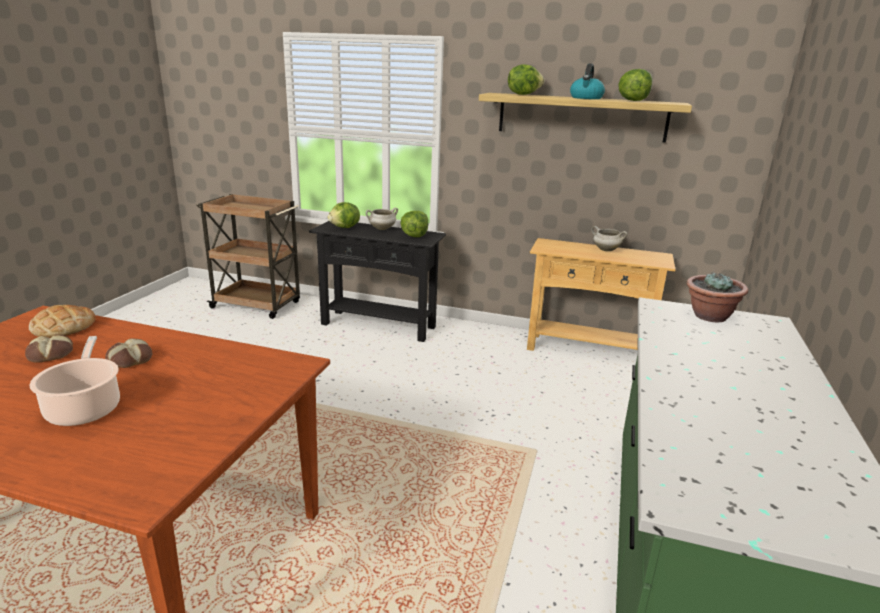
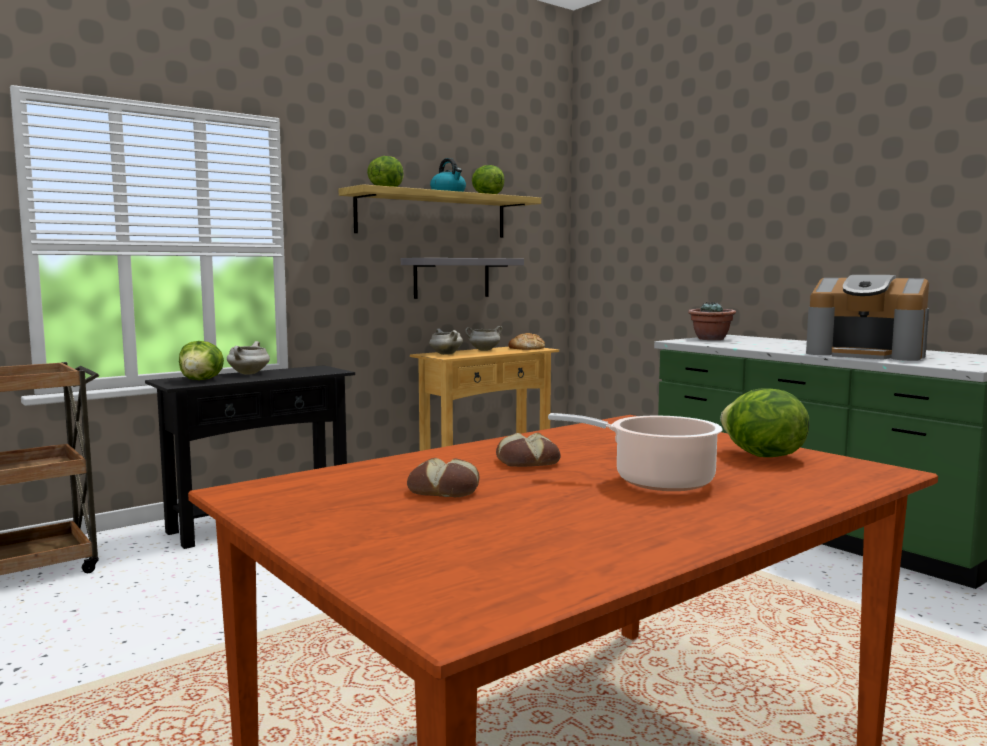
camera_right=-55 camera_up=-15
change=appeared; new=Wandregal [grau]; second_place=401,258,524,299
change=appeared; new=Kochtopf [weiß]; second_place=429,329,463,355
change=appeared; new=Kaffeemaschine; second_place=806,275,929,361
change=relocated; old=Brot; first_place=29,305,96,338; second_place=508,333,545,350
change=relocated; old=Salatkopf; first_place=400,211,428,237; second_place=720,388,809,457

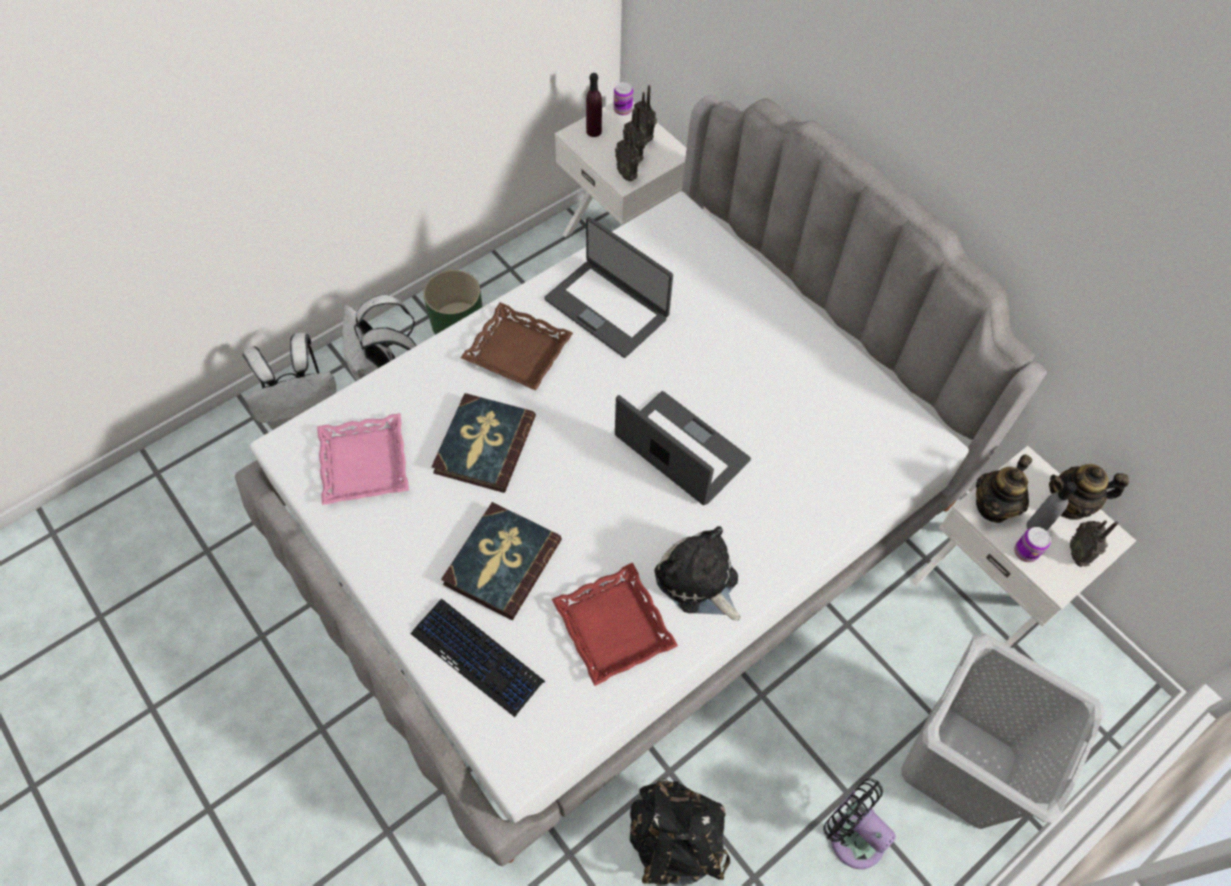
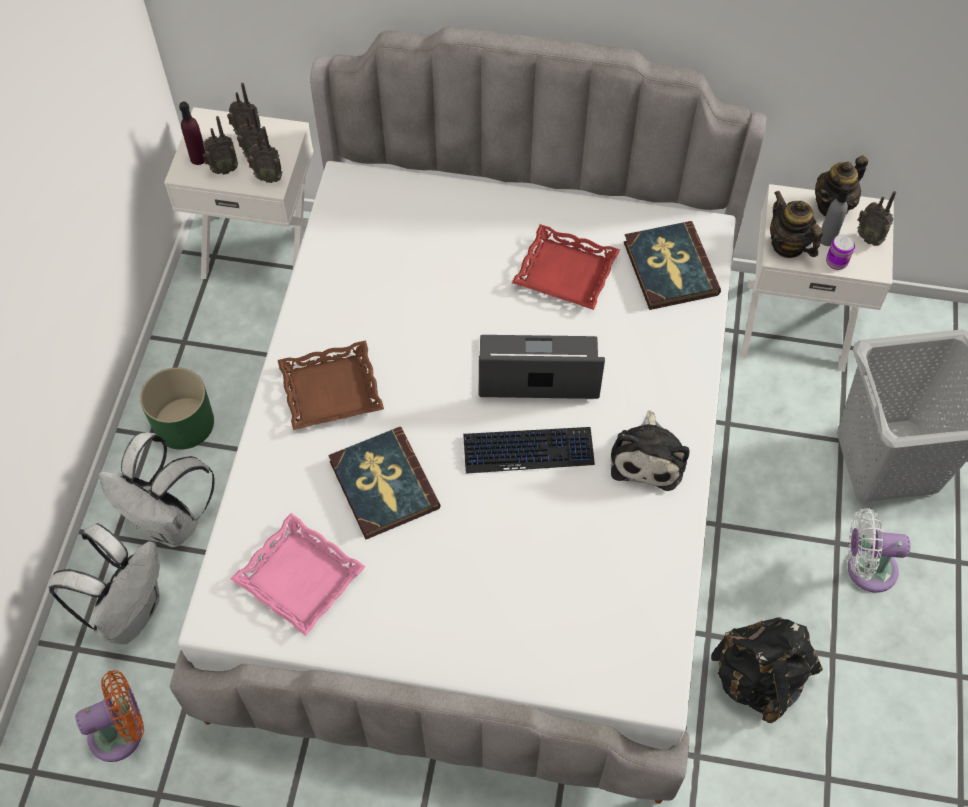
camera_right=-40 camera_up=0
change=missing; old=Laptop; first_place=544,217,673,358
change=missing; old=Dose; first_place=614,82,633,115
change=appeared; new=Ventilator [orange]; second_place=75,670,144,762
change=appeared; new=Radio; second_place=203,116,238,175
change=relocated; old=Tastatur; first_place=411,599,545,717; second_place=463,427,595,474
change=relocated; old=Buch; first_place=441,502,562,620; second_place=624,221,721,310
change=relocated; old=Tablett [rot]; first_place=552,563,678,686; second_place=512,224,620,310
change=colour; old=Ventilator [schwarz]; new=Ventilator [weiß]; first_place=823,778,896,869; second_place=848,508,911,593
change=spun; old=Plüschtier; first_place=655,526,741,621; second_place=611,410,690,491; degrees=-90
change=spun; old=Teekanne; first_place=976,454,1032,523; second_place=770,191,823,258; degrees=150

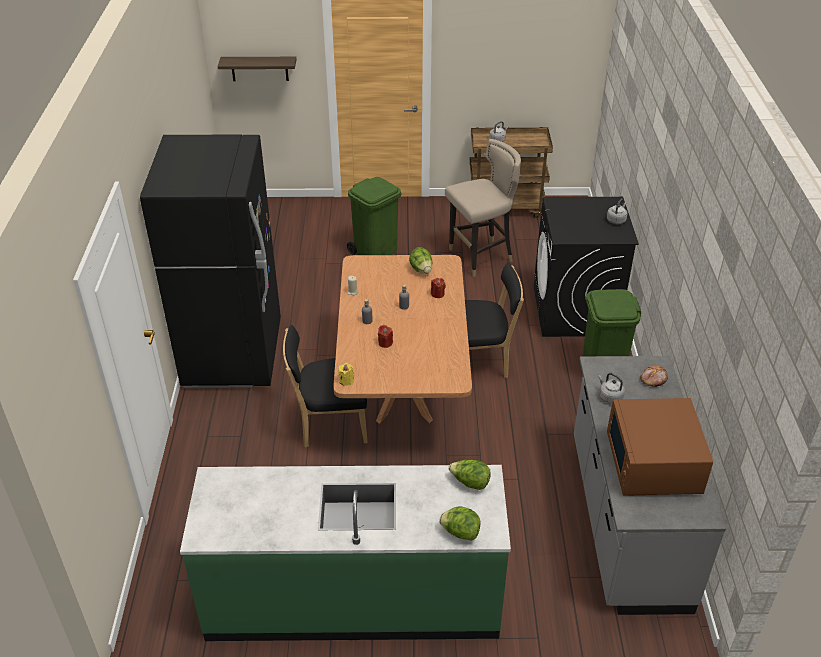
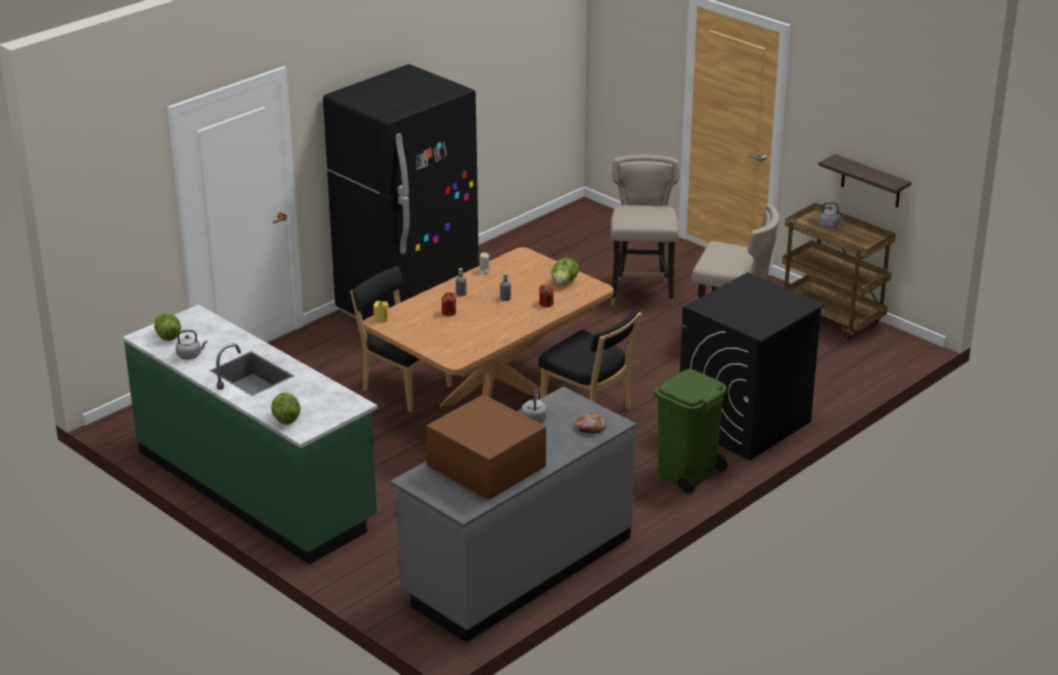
camera_right=45 camera_up=-10
change=relocated; old=Wandregal; first_place=217,57,297,81; second_place=818,154,912,208
change=relocated; old=Salatkopf; first_place=449,459,491,490; second_place=154,313,181,341
change=relocated; old=Wasserkessel [grau]; first_place=607,199,627,224; second_place=176,330,207,360
change=exchanged; old=Mülleimer [grün]; new=Hocker [beige]; first_place=347,177,401,255; second_place=611,155,679,307
change=spun; old=Mikrowelle [braun]; first_place=607,398,713,496; second_place=426,394,546,500; degrees=90

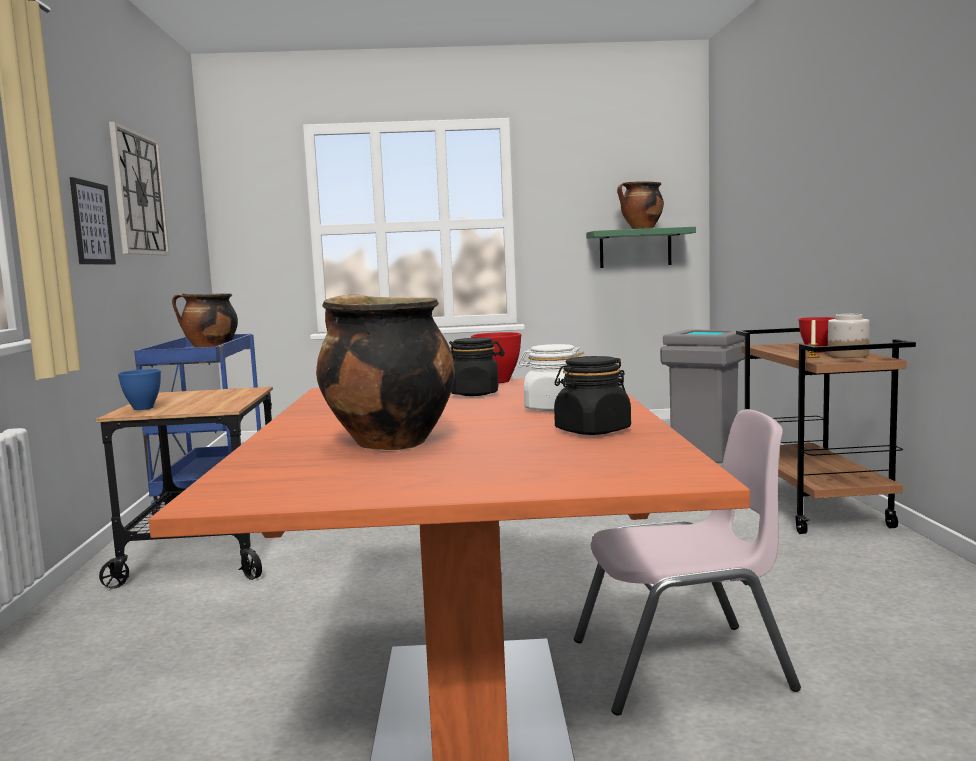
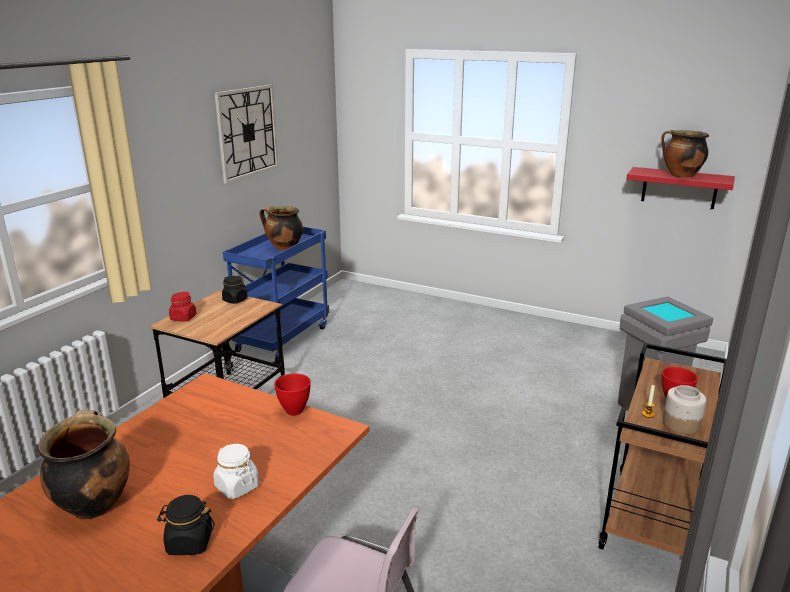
camera_right=30 camera_up=15
change=missing; old=Bild; first_place=70,177,116,264
change=relocated; old=Vorratsglas [schwarz]; first_place=449,338,505,396; second_place=222,276,248,304
change=exchanged; old=Schüssel [blau]; new=Vorratsglas [rot]; first_place=118,369,161,410; second_place=169,292,197,321
change=colour; old=Wandregal [grün]; new=Wandregal [rot]; first_place=586,227,696,268; second_place=626,167,735,209

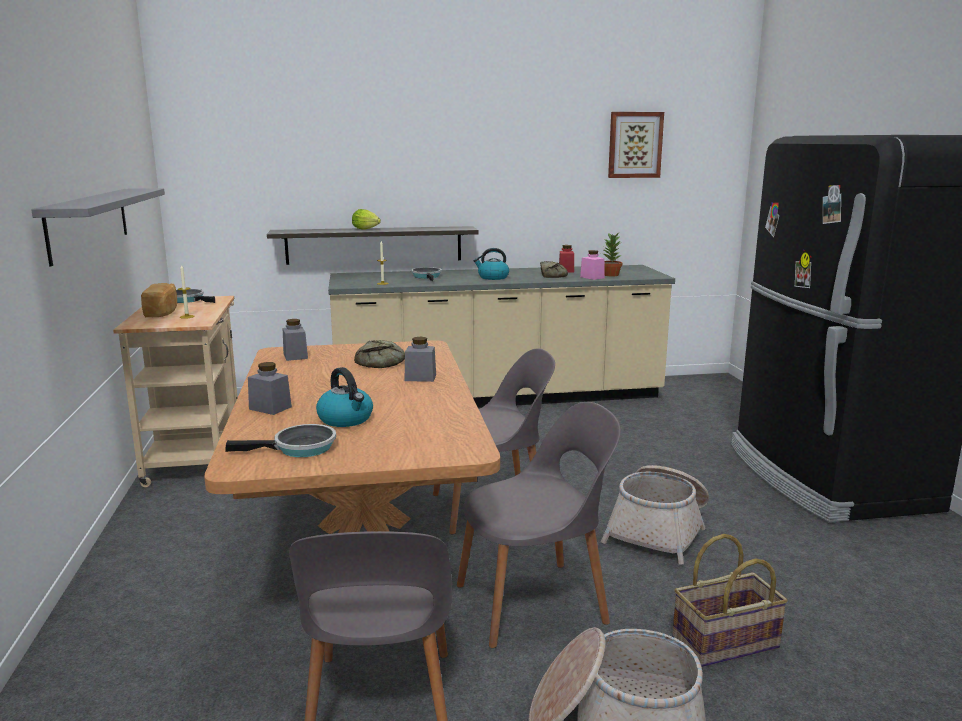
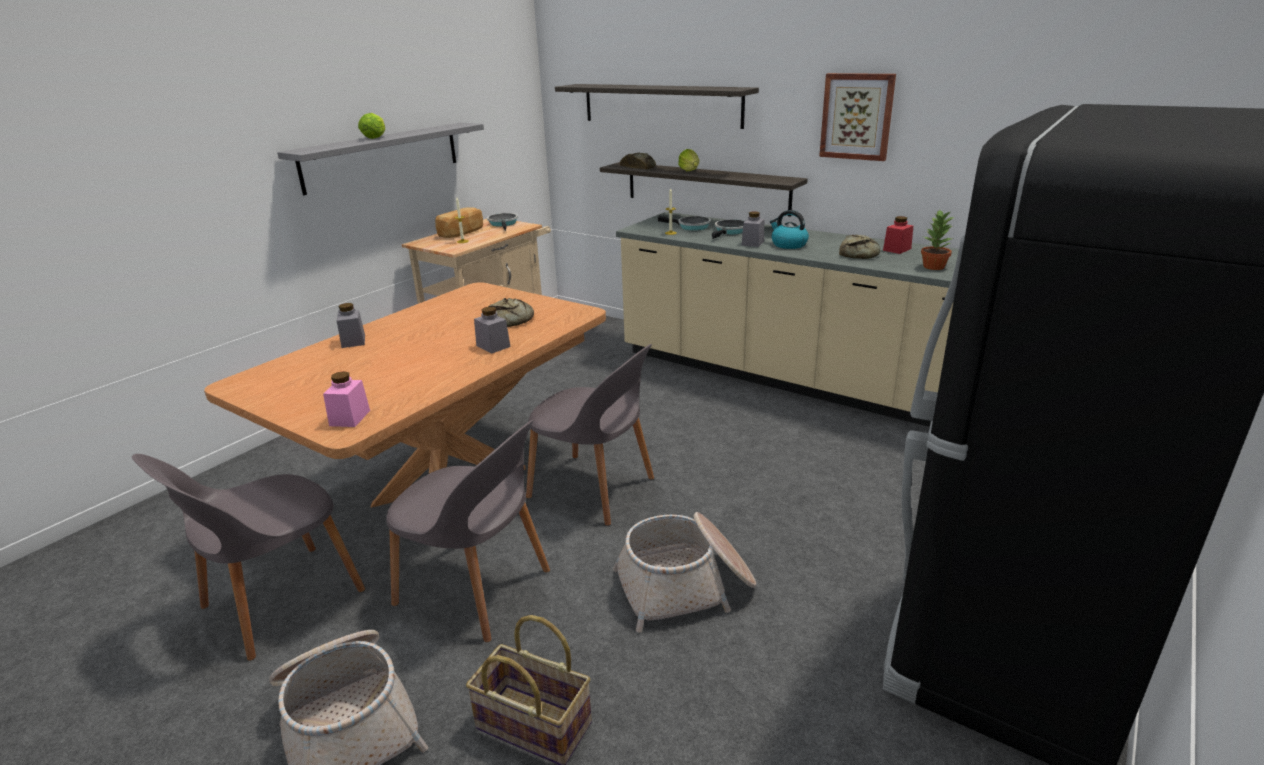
camera_right=45 camera_up=10
change=missing; old=Wasserkessel; first_place=316,367,373,427
change=appeared; new=Salatkopf; second_place=358,113,385,139
change=appeared; new=Wandregal; second_place=555,84,759,129
change=appeared; new=Brot; second_place=620,153,656,169
change=relocated; old=Pfanne; first_place=225,424,336,457; second_place=658,216,711,231
change=relocated; old=Vorratsglas [grau]; first_place=283,319,308,361; second_place=742,211,764,247
change=relocated; old=Vorratsglas [rosa]; first_place=580,250,604,280; second_place=323,371,370,427
change=relocated; old=Bild; first_place=608,112,664,178; second_place=819,73,896,161

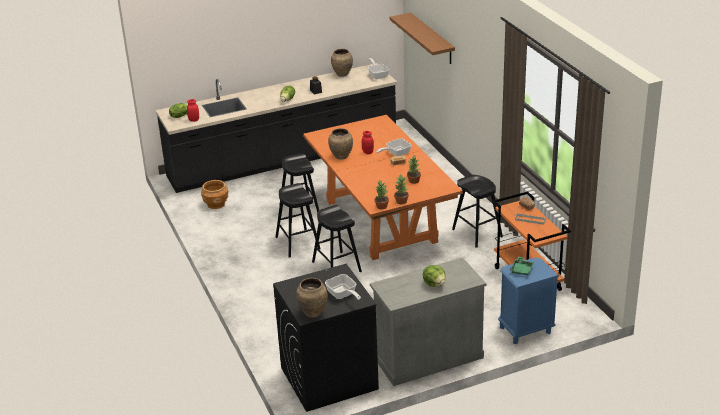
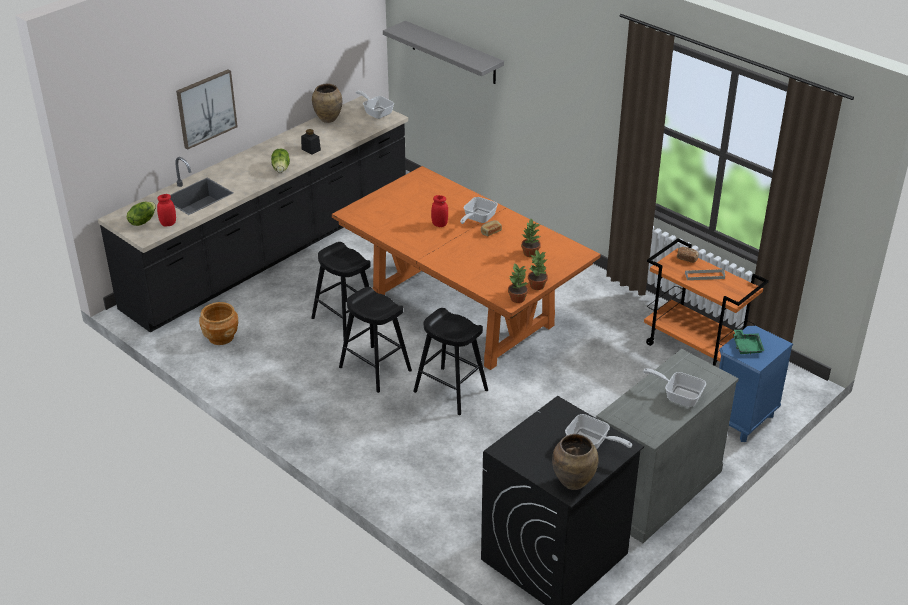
camera_right=-25 camera_up=5
change=missing; old=Vase [braun]; first_place=328,128,353,160
change=missing; old=Hocker [schwarz]; first_place=452,175,503,248
change=appeared; new=Bild; second_place=176,69,238,150
change=exchanged; old=Salatkopf; new=Pfanne; first_place=423,265,446,287; second_place=643,368,706,407
change=colour; old=Wandregal [braun]; new=Wandregal [grau]; first_place=390,13,455,64; second_place=383,21,504,84

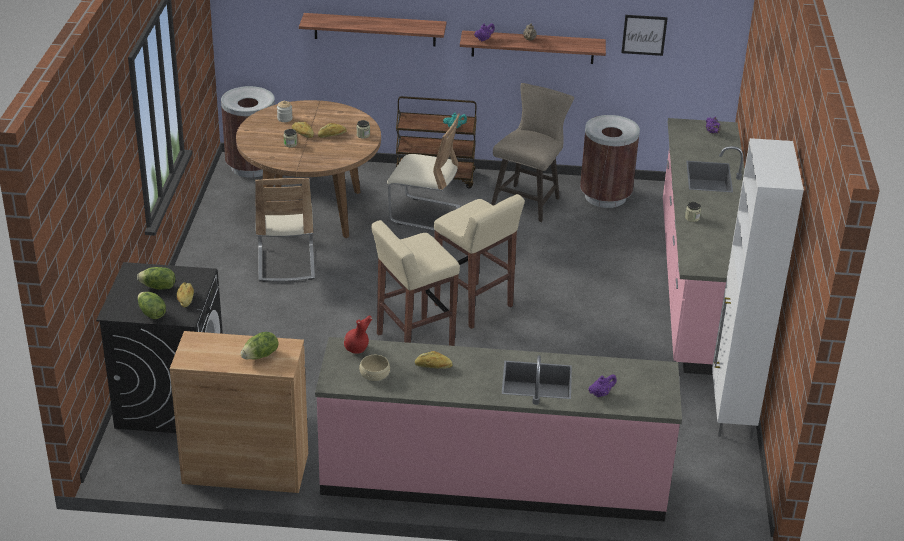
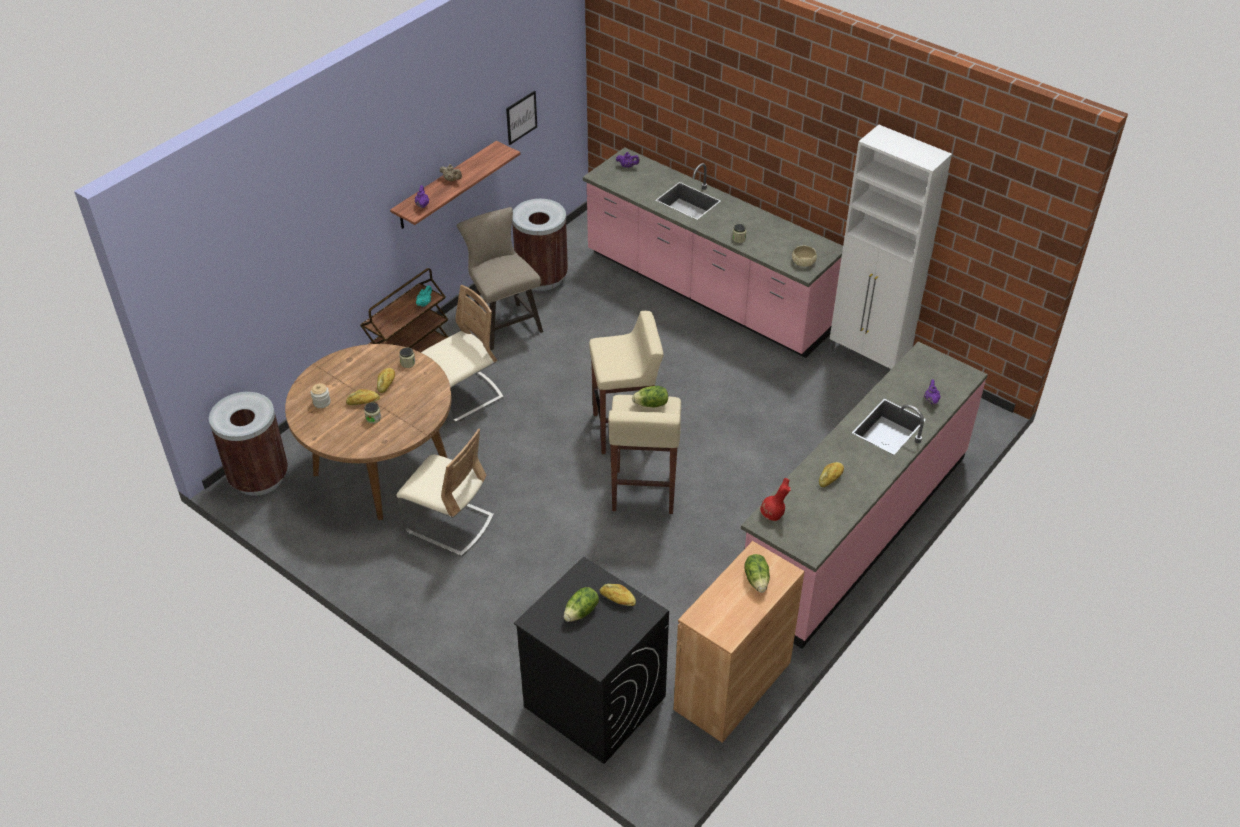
camera_right=-55 camera_up=10
change=missing; old=Wandregal; first_place=299,13,446,46
change=relocated; old=Salatkopf; first_place=138,292,166,319; second_place=632,386,668,408
change=relocated; old=Schüssel [beige]; first_place=359,355,390,381; second_place=792,246,817,267

